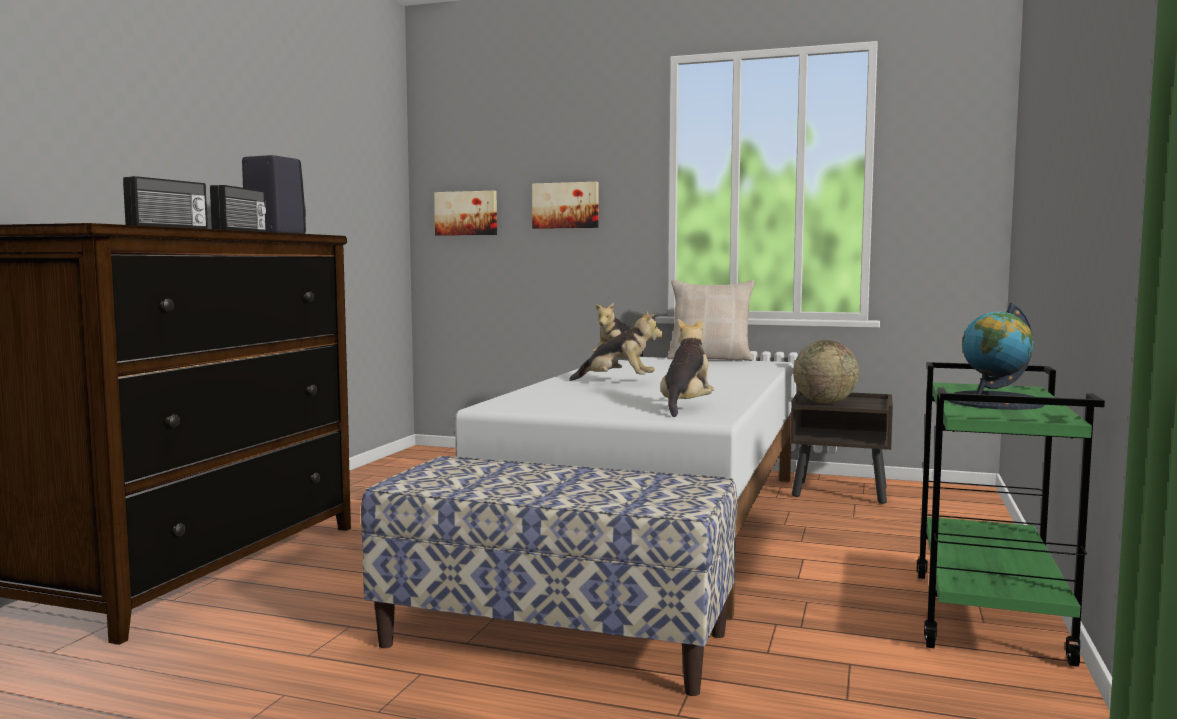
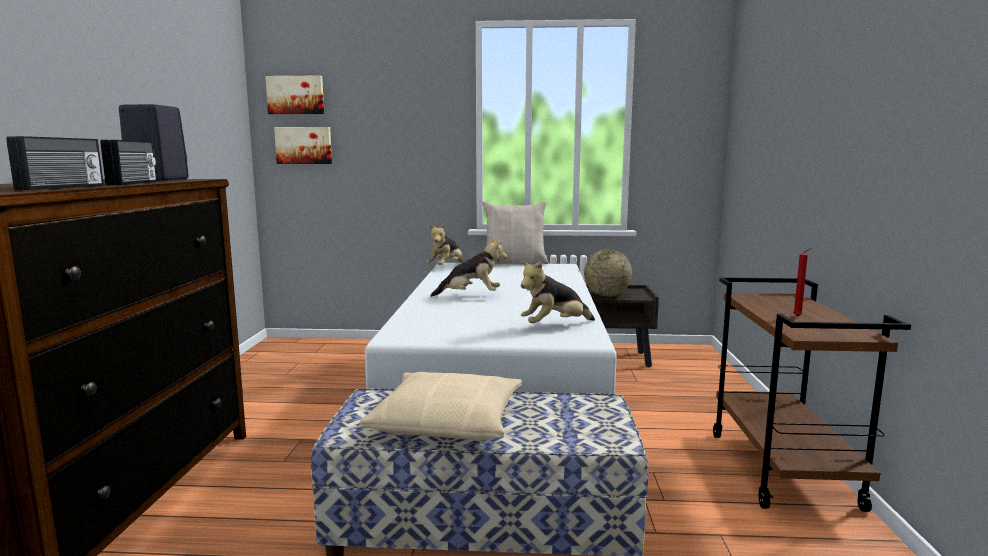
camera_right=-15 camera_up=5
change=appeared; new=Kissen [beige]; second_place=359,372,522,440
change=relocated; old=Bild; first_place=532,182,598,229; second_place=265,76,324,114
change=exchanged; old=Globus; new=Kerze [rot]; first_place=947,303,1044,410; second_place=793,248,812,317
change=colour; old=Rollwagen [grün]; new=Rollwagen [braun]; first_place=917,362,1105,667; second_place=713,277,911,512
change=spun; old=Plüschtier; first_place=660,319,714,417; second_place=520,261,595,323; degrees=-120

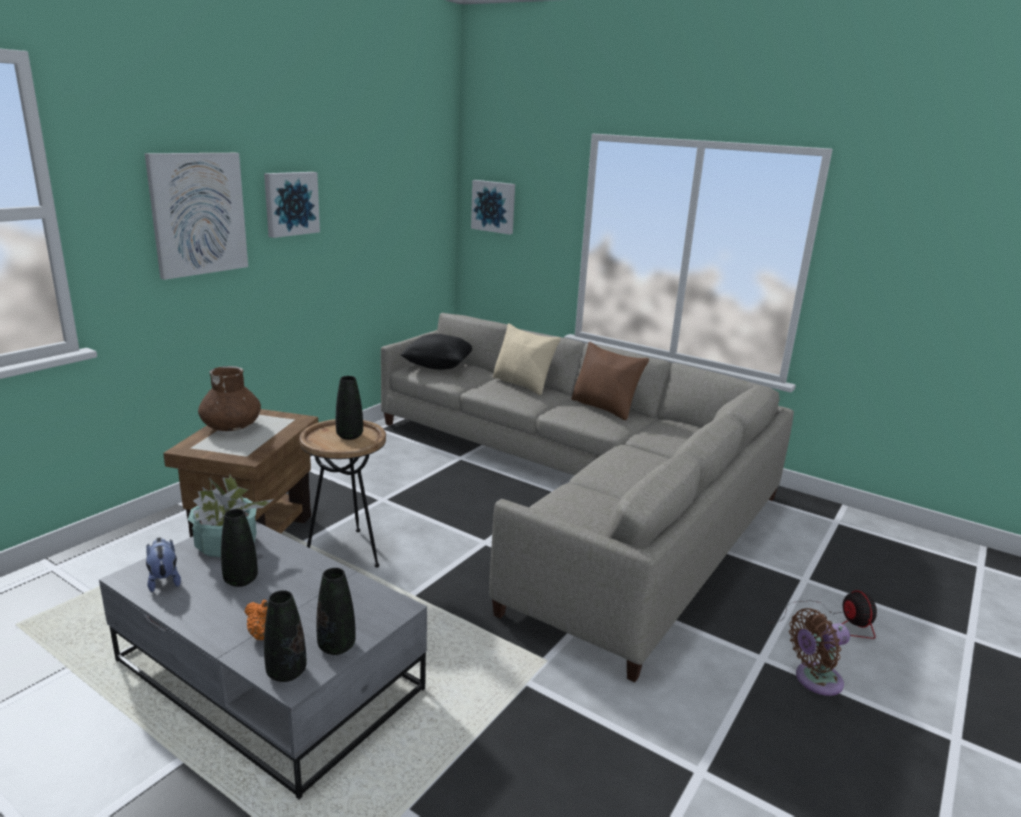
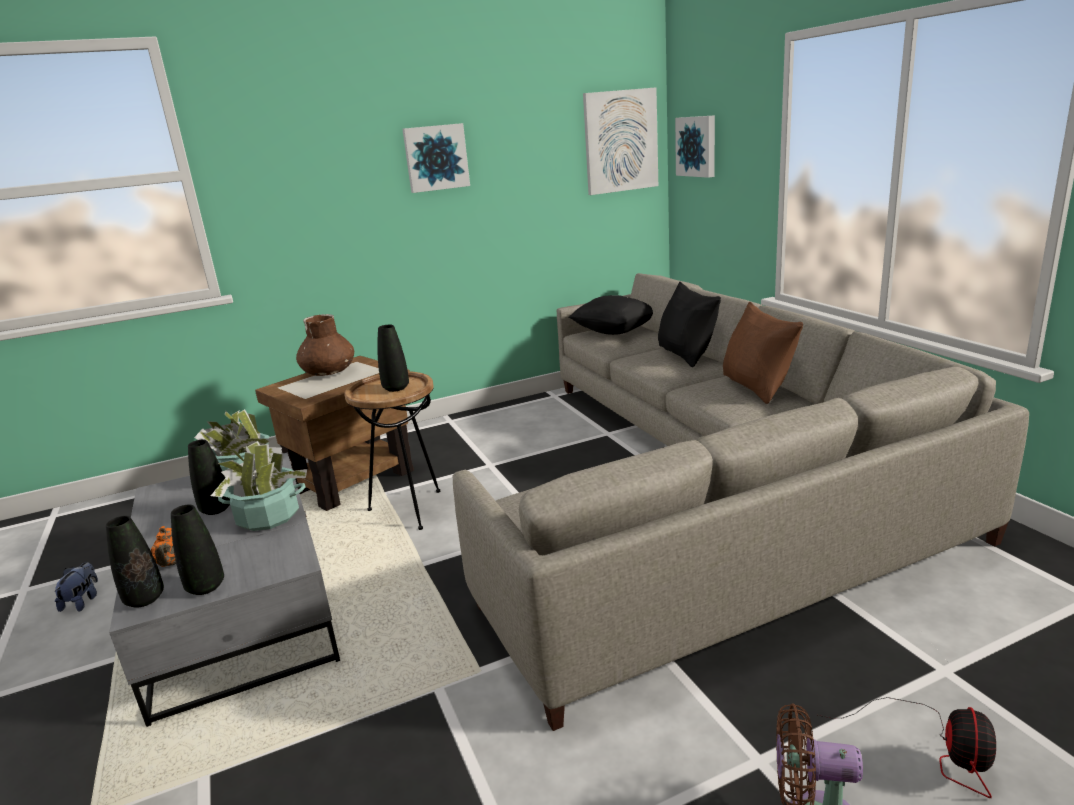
camera_right=35 camera_up=0
change=appeared; new=Topfpflanze; second_place=211,441,307,531
change=relocated; old=Bild; first_place=145,153,248,280; second_place=583,87,658,195
change=relocated; old=Plüschtier; first_place=146,538,181,592; second_place=55,562,98,612
change=colour; old=Kissen [beige]; new=Kissen [schwarz]; first_place=493,323,561,395; second_place=658,282,721,367

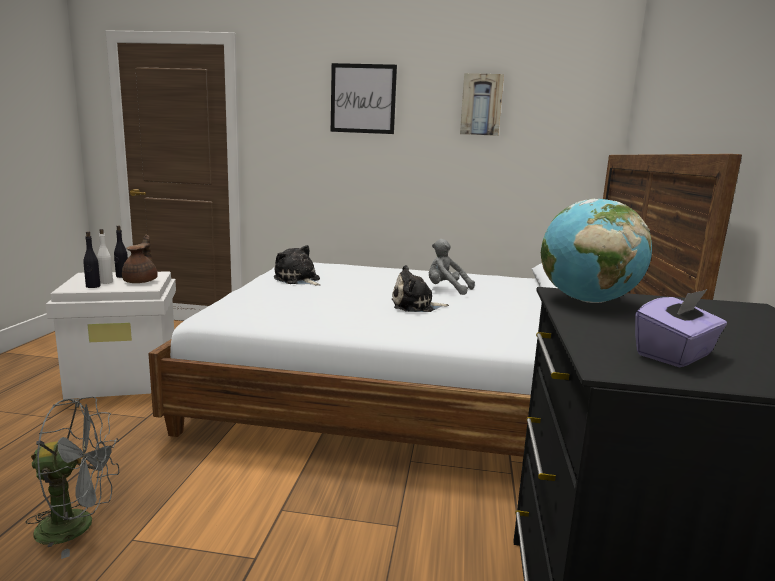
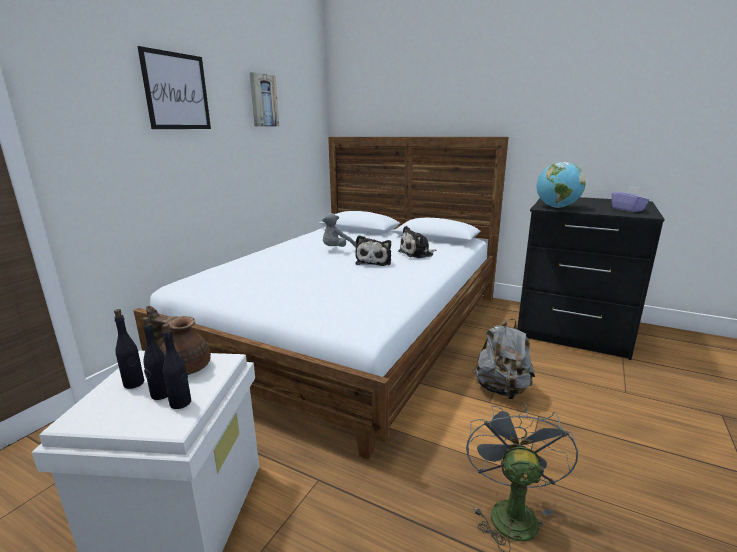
camera_right=-70 camera_up=5
change=appeared; new=Rucksack [grau]; second_place=472,318,535,399
change=relocated; old=Plüschtier; first_place=274,245,321,286; second_place=398,226,436,258
change=colour; old=Flasche [weiß]; new=Flasche [schwarz]; first_place=97,229,113,284; second_place=143,317,168,400

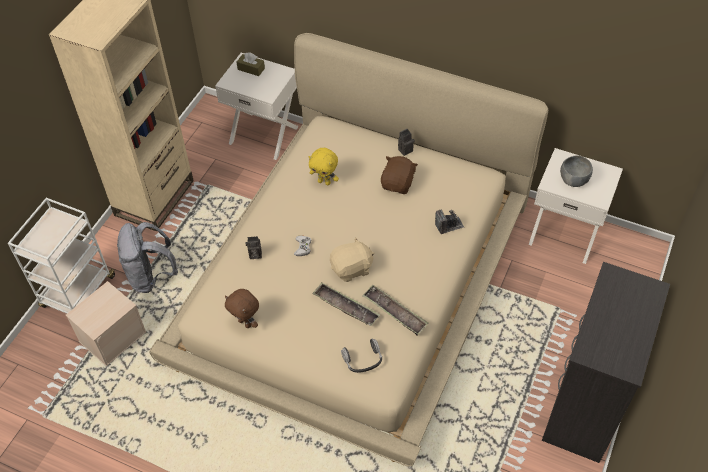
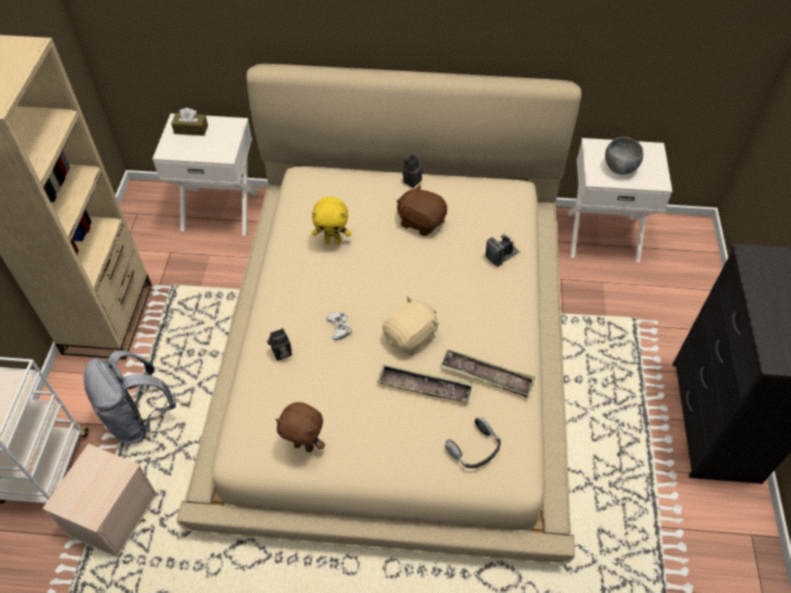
camera_right=-20 camera_up=0
change=spun; old=Plüschtier [braun]; first_place=381,156,418,194; second_place=397,184,447,236; degrees=-60

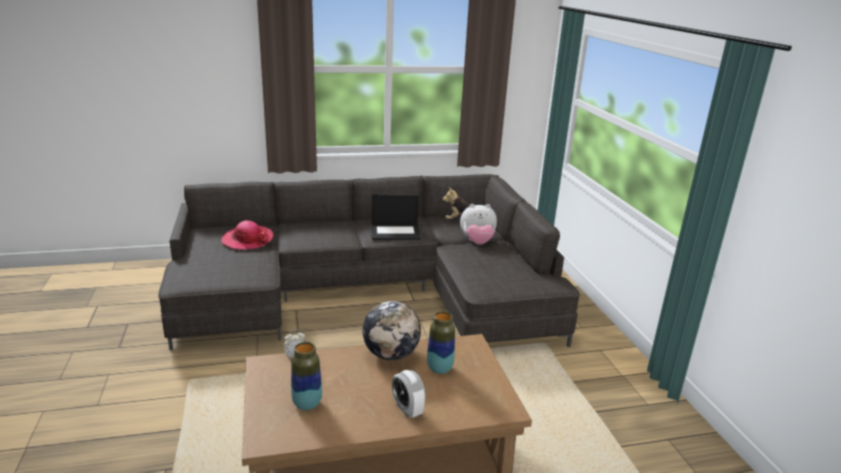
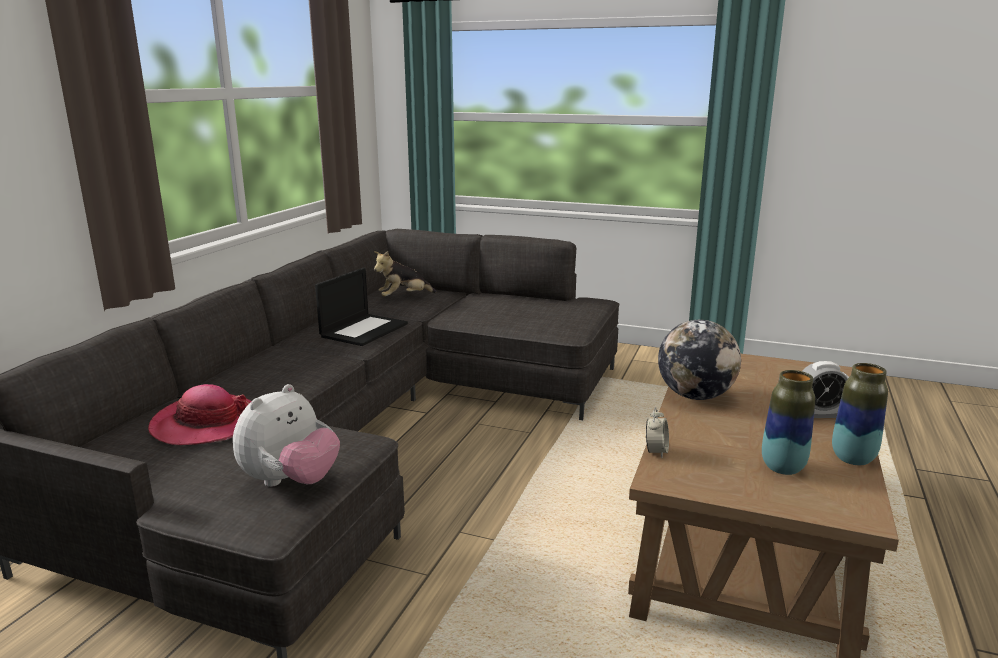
camera_right=-55 camera_up=-5
change=relocated; old=Vase; first_place=427,311,455,374; second_place=832,363,888,465
change=relocated; old=Plüschtier; first_place=460,204,497,245; second_place=233,384,340,487

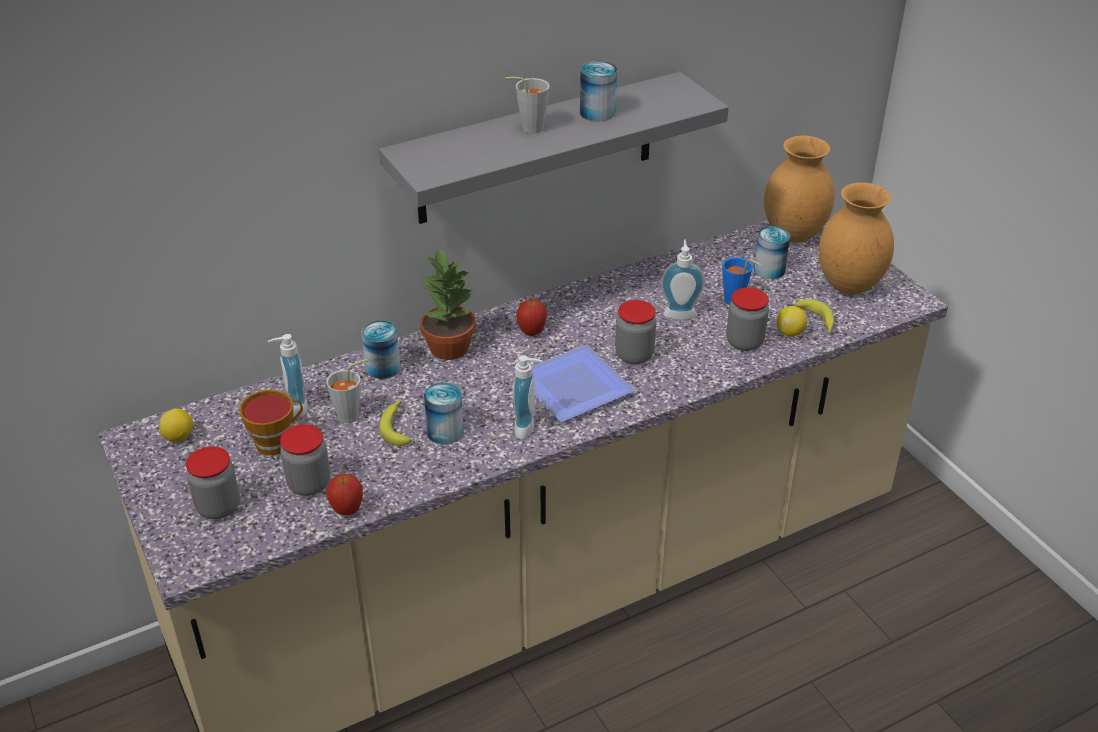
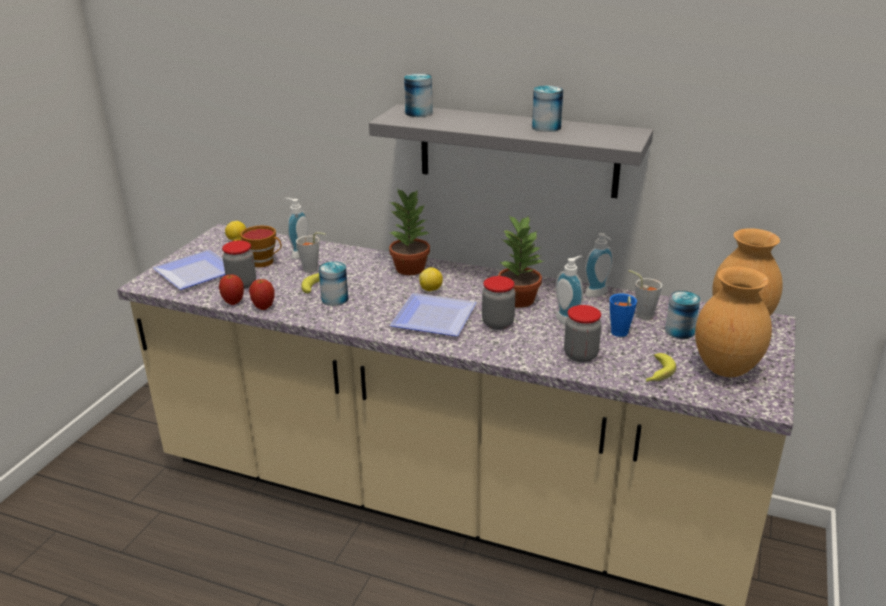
camera_right=50 camera_up=-10
change=appeared; new=Topfpflanze; second_place=498,215,543,308
change=relocated; old=Dose; first_place=361,321,400,379; second_place=404,73,432,117
change=relocated; old=Tasse [grau]; first_place=505,77,549,134; second_place=628,270,662,320
change=relocated; old=Seifenspender; first_place=513,355,543,439; second_place=585,233,613,297
change=relocated; old=Apfel; first_place=516,299,547,336; second_place=249,279,275,310
change=relocated; old=Zitrone; first_place=777,306,808,337; second_place=419,267,443,291
change=exchanged; old=Vorratsglas; new=Teller; first_place=186,446,240,519; second_place=153,250,225,290

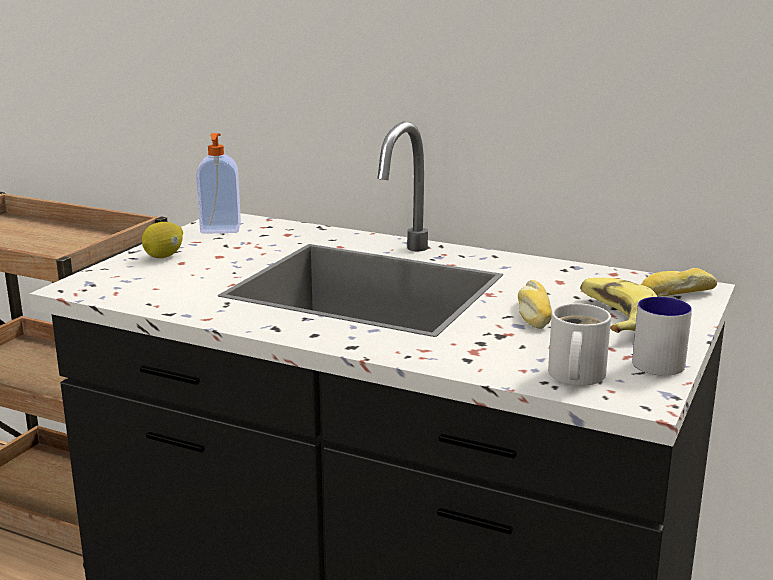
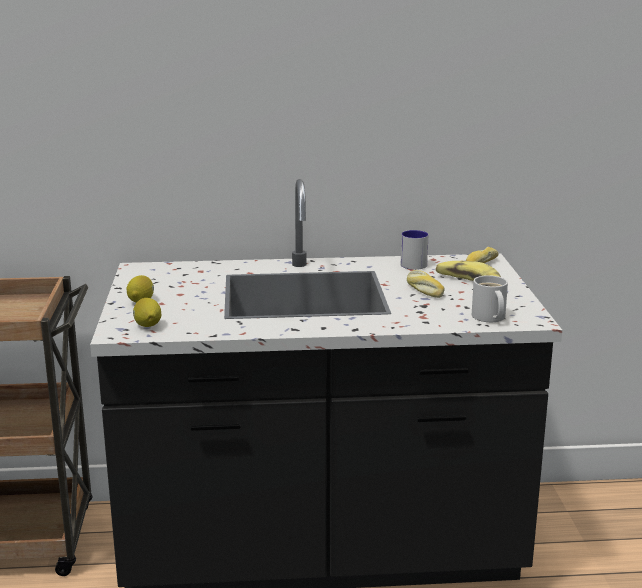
camera_right=-30 camera_up=0
change=missing; old=Seifenspender; first_place=196,133,241,234
change=appeared; new=Zitrone; second_place=133,298,161,327
change=relocated; old=Henkelbecher; first_place=632,297,692,376; second_place=401,230,428,270

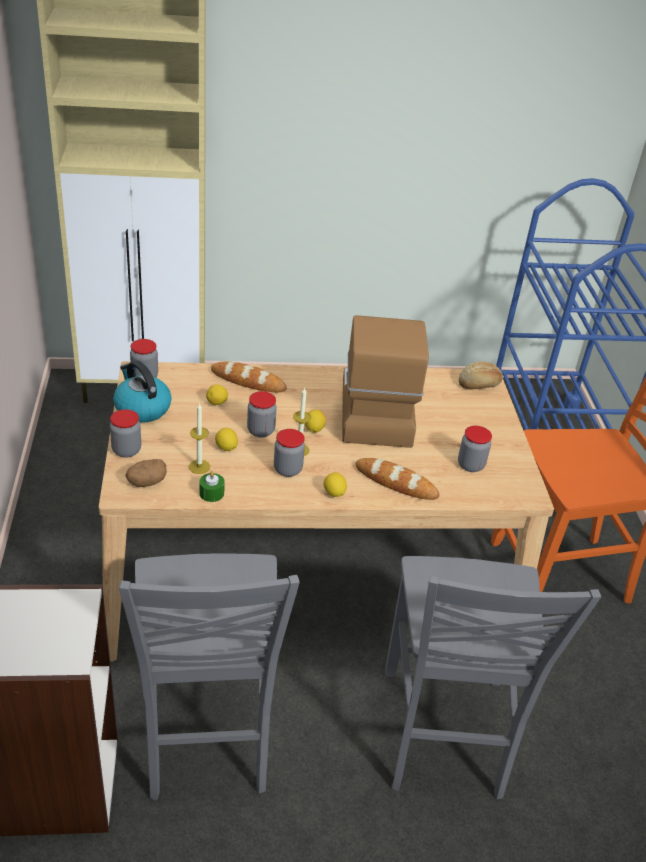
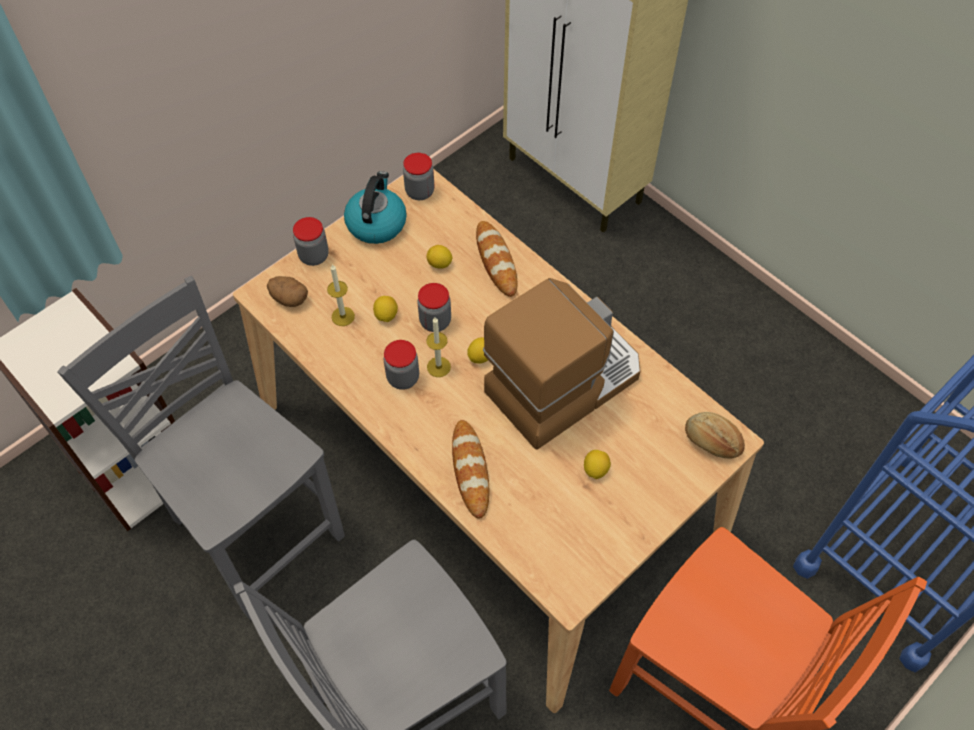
camera_right=55 camera_up=20
change=missing; old=Kerze [grün]; first_place=199,471,225,502
change=missing; old=Vorratsglas; first_place=458,426,492,472
change=relocated; old=Zitrone; first_place=324,472,347,497; second_place=584,450,611,479
change=spun; old=Stuhl [grau]; first_place=119,553,300,800; second_place=57,276,345,620; degrees=90

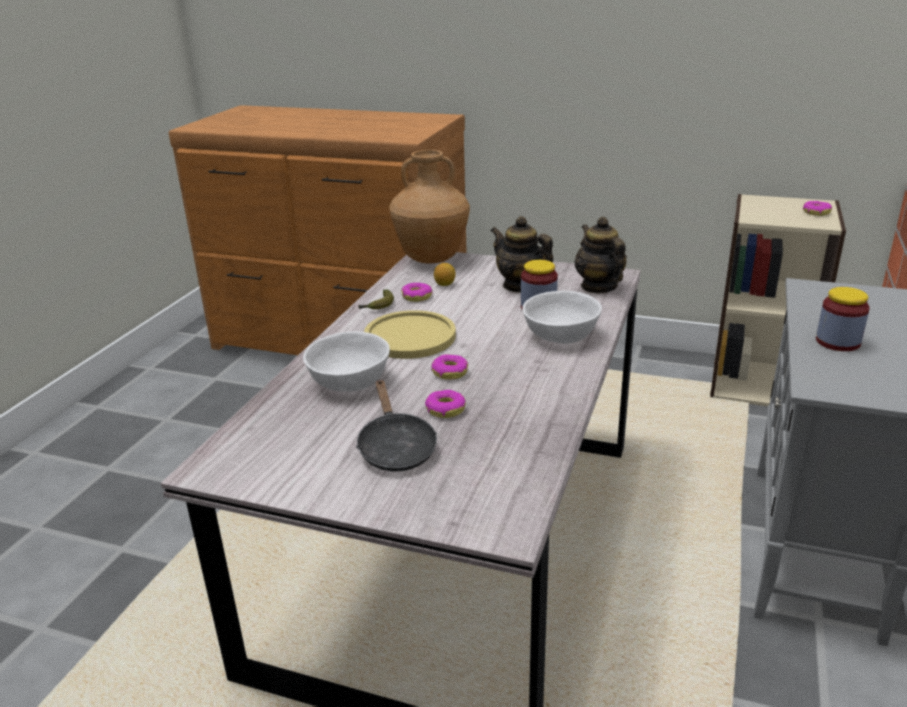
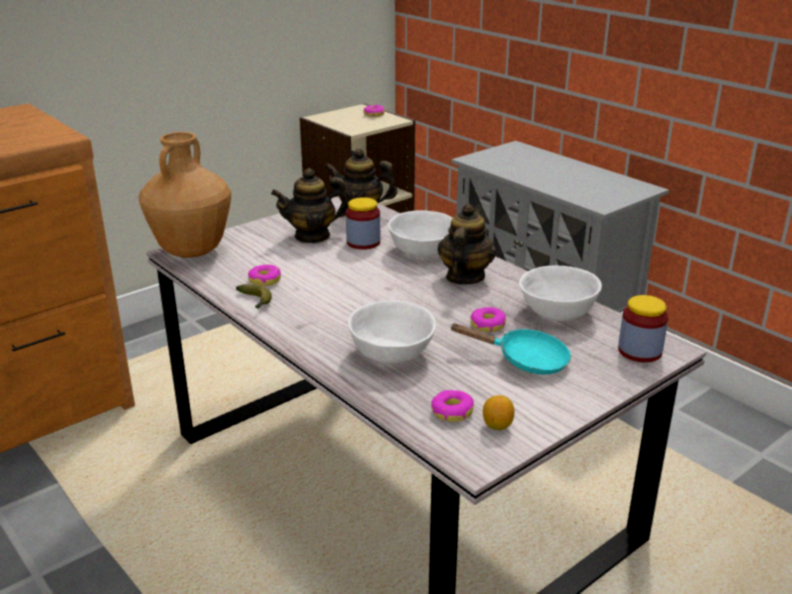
camera_right=-60 camera_up=0
change=missing; old=Teller [gelb]; first_place=364,310,456,359
change=appeared; new=Teekanne; second_place=438,204,496,285
change=appeared; new=Schüssel [weiß]; second_place=519,266,602,321
change=relocated; old=Donut; first_place=431,354,468,380; second_place=431,390,474,422
change=relocated; old=Zitrone; first_place=434,263,456,286; second_place=483,395,515,430
change=relocated; old=Vorratsglas; first_place=816,287,870,351; second_place=618,295,669,362
change=colour; old=Pfanne [schwarz]; new=Pfanne [türkis]; first_place=356,379,437,472; second_place=449,323,571,374

